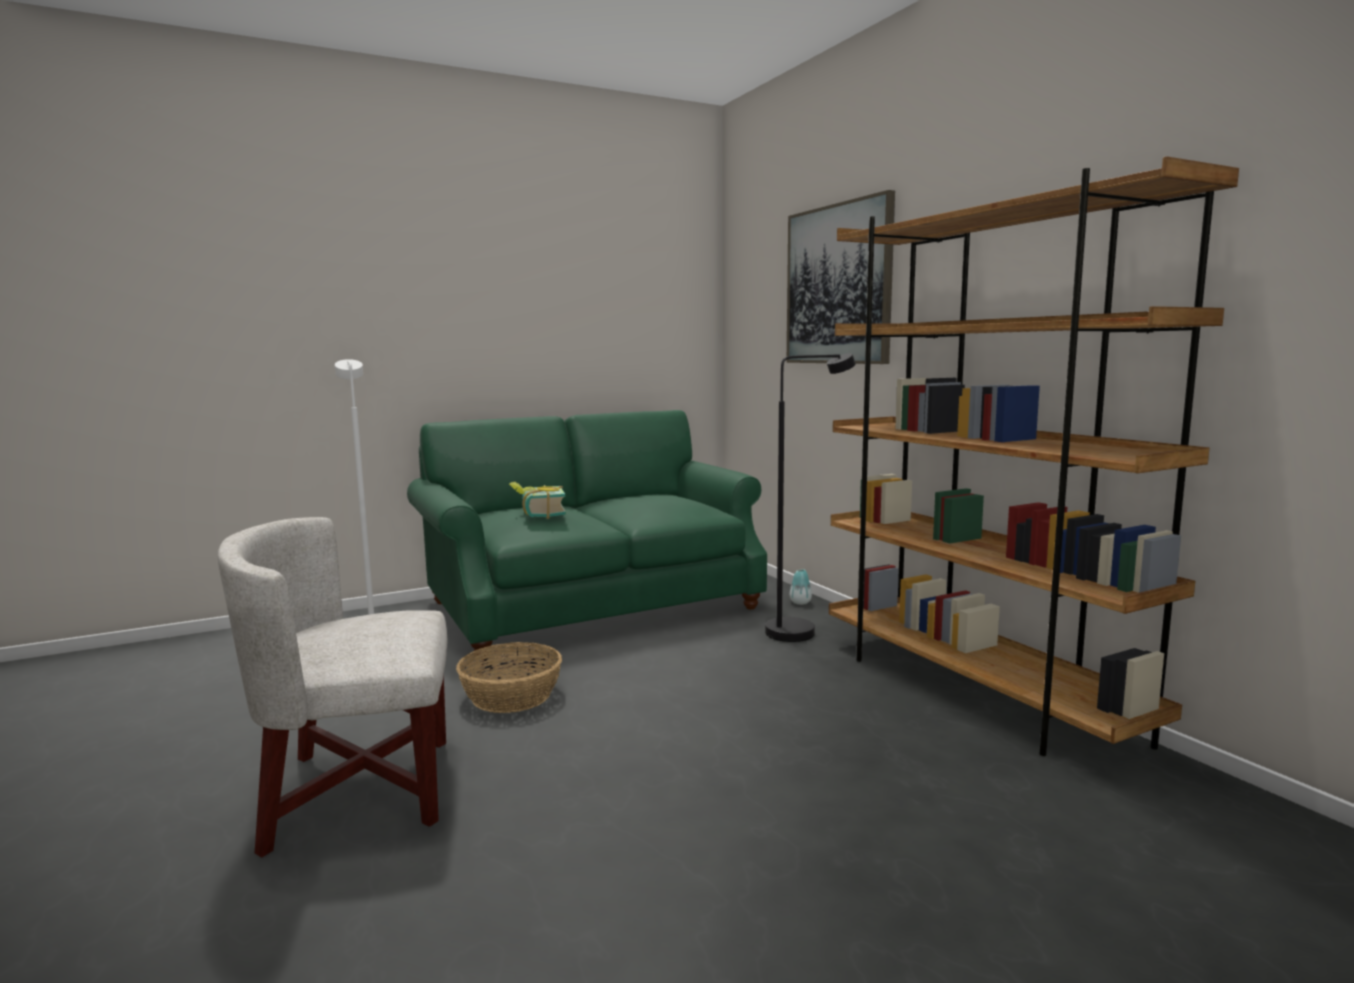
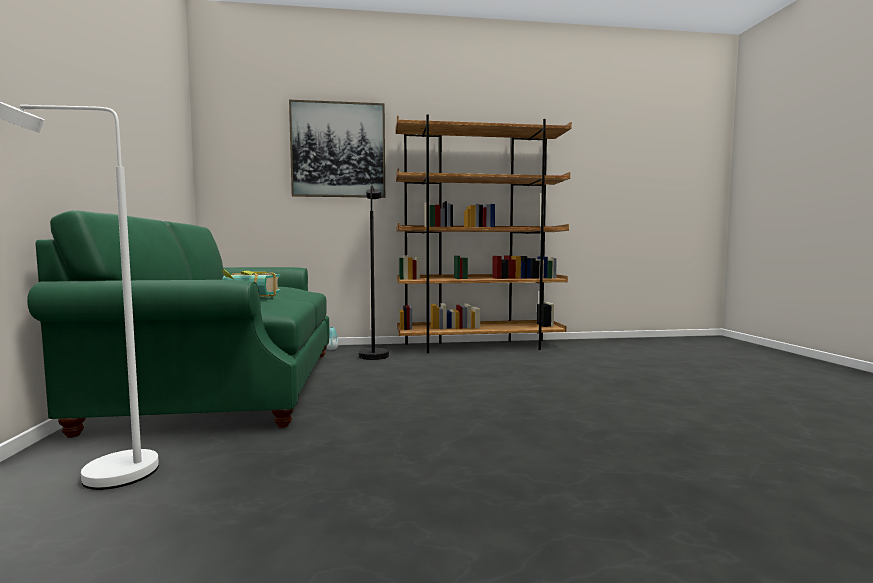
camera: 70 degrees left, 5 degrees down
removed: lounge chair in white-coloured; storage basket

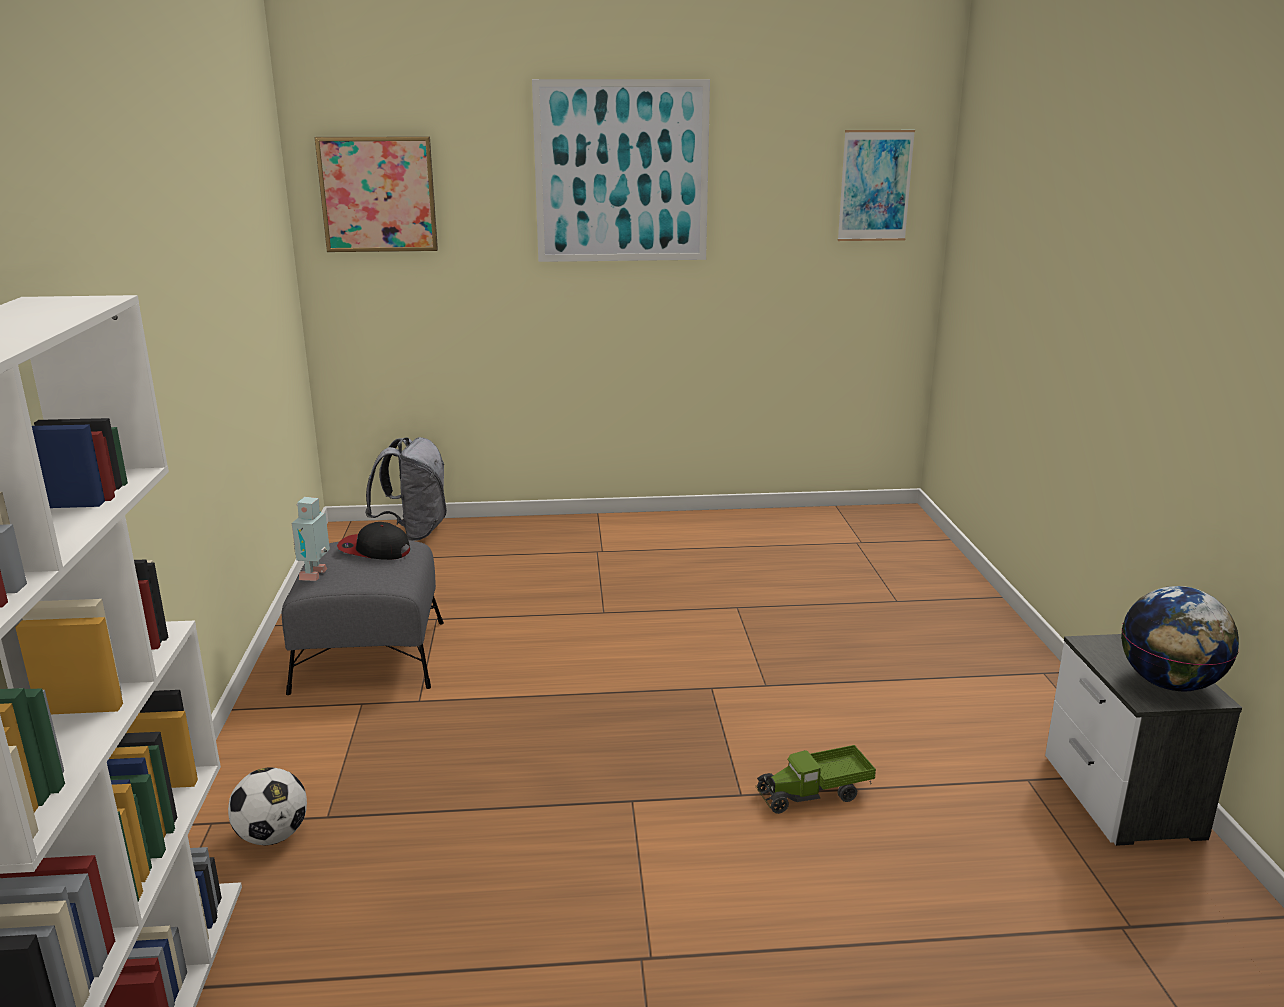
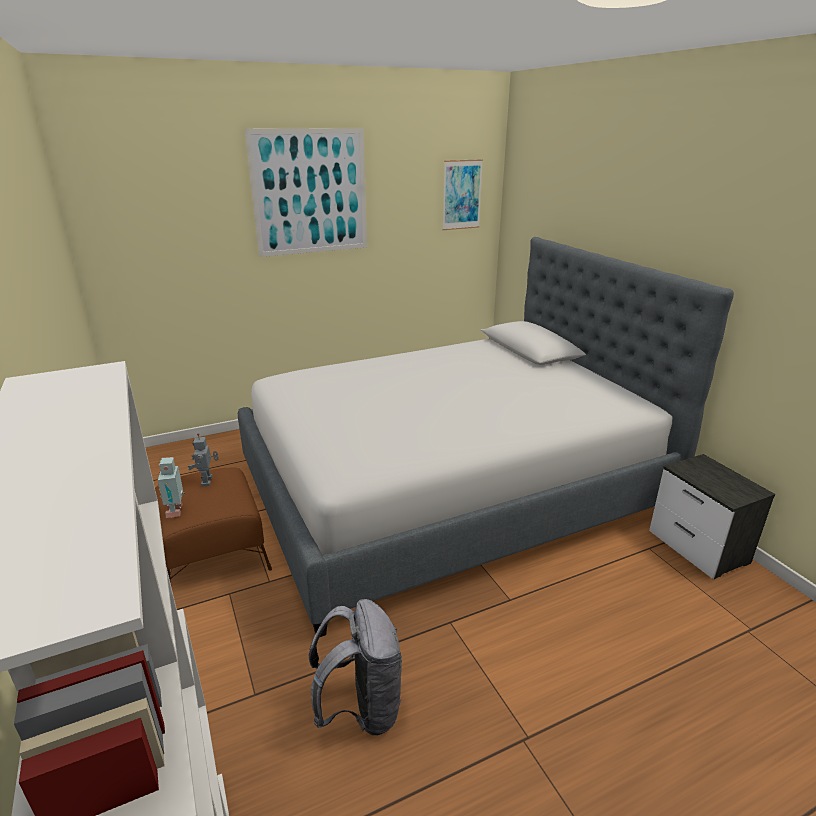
camera: 20 degrees left, 5 degrees up
removed: football ball; picture (1st from left); toy lorry; world globe
added: sleeping bed
moved: backpack in grey
replaced: baseball cap to toy robot (2nd from left)
recoloured: pouffe in grey to pouffe in brown

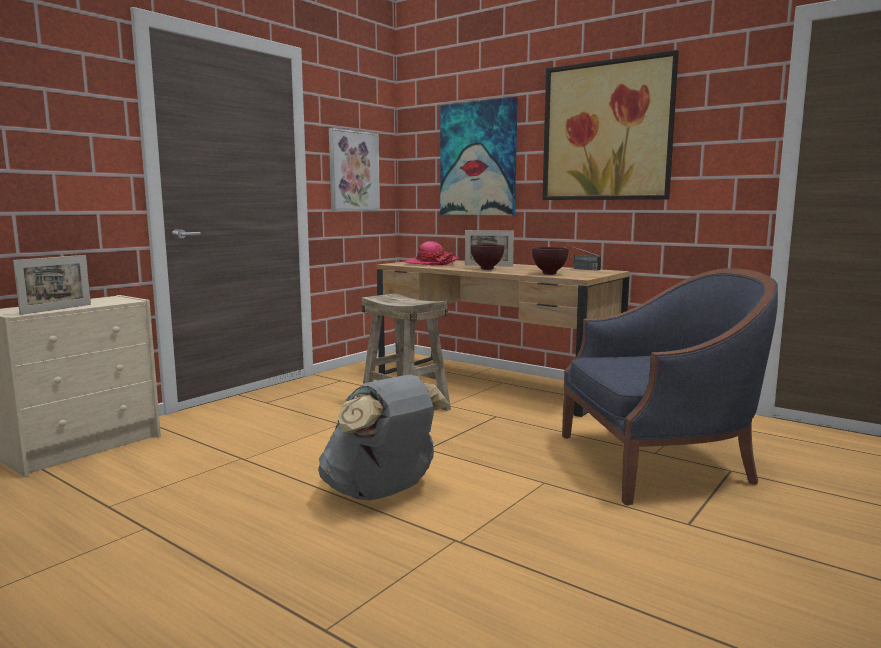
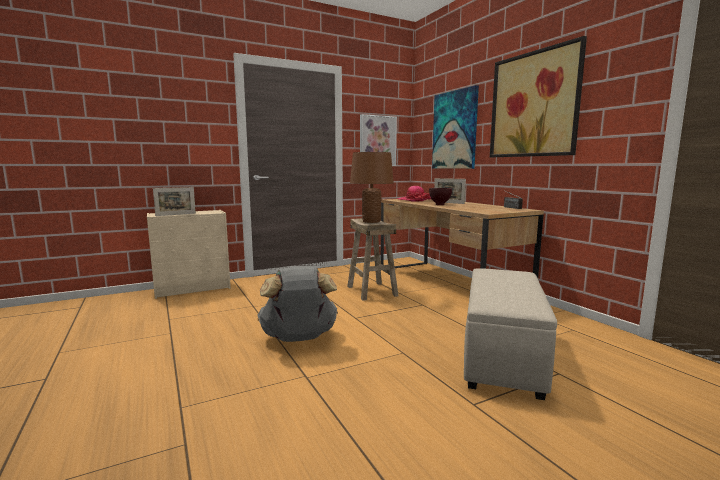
camera: 25 degrees right, 0 degrees up
removed: serving bowl in brown (2nd from left)
added: tabletop lamp in brown
replaced: lounge chair in blue to pouffe in sand-coloured

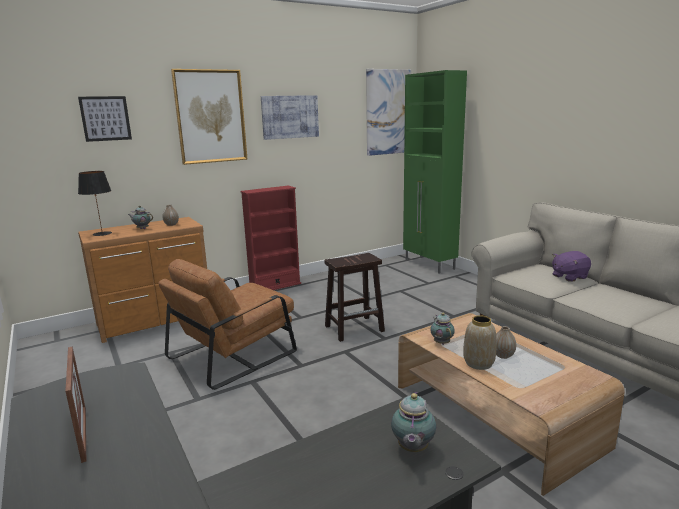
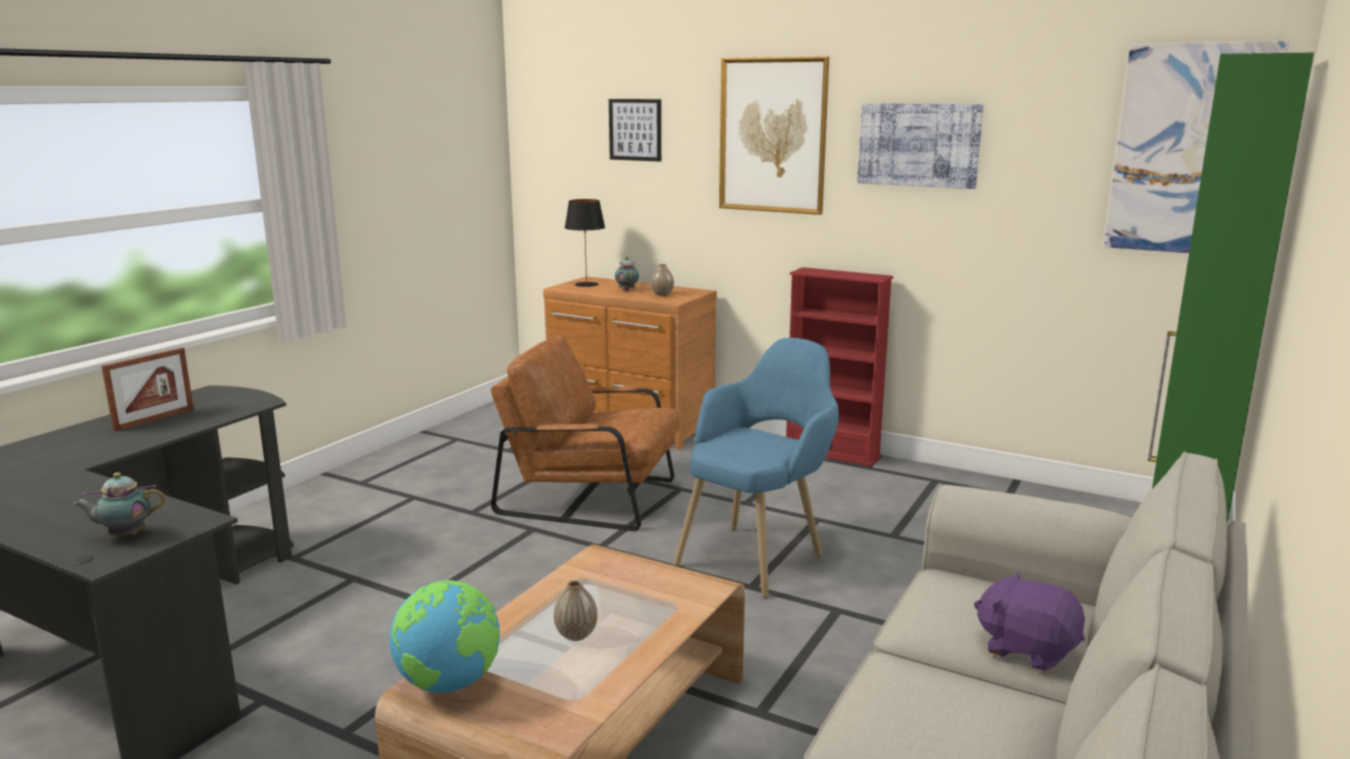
camera: 60 degrees right, 0 degrees up
removed: teapot (3rd from left); decorative vase (2nd from left)
added: world globe
replaced: sitting stool in brown to lounge chair in blue

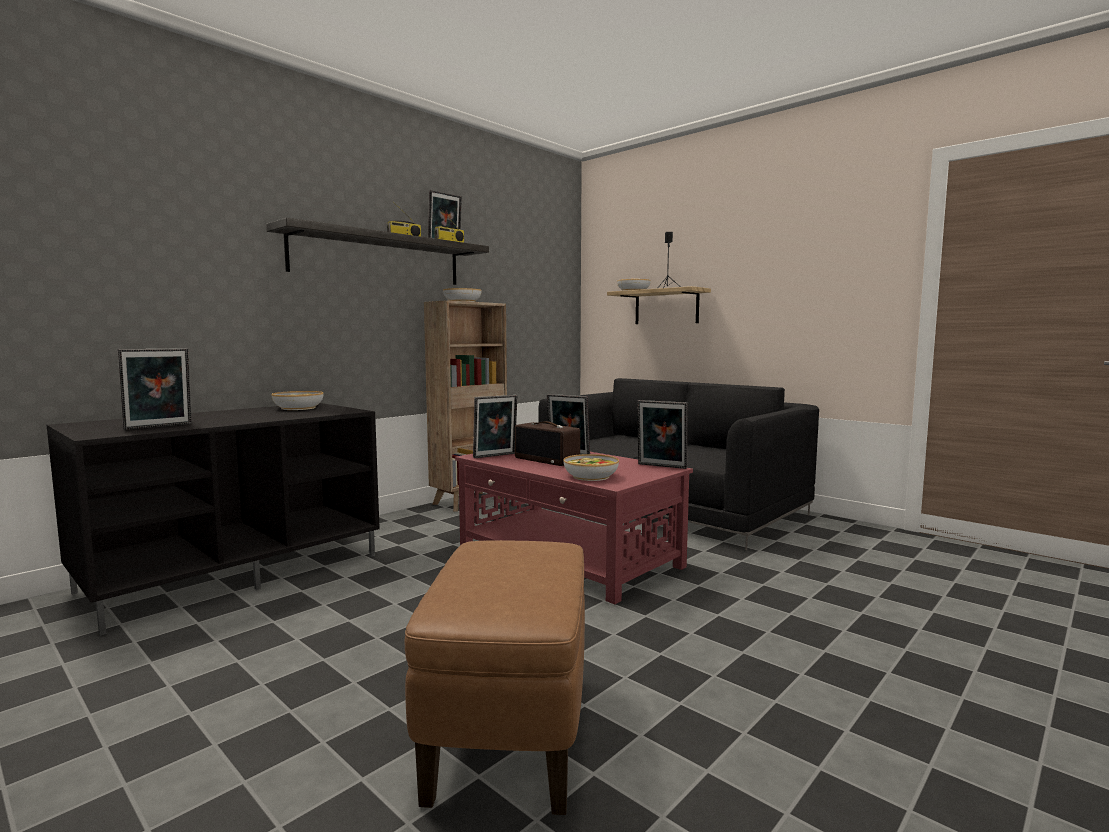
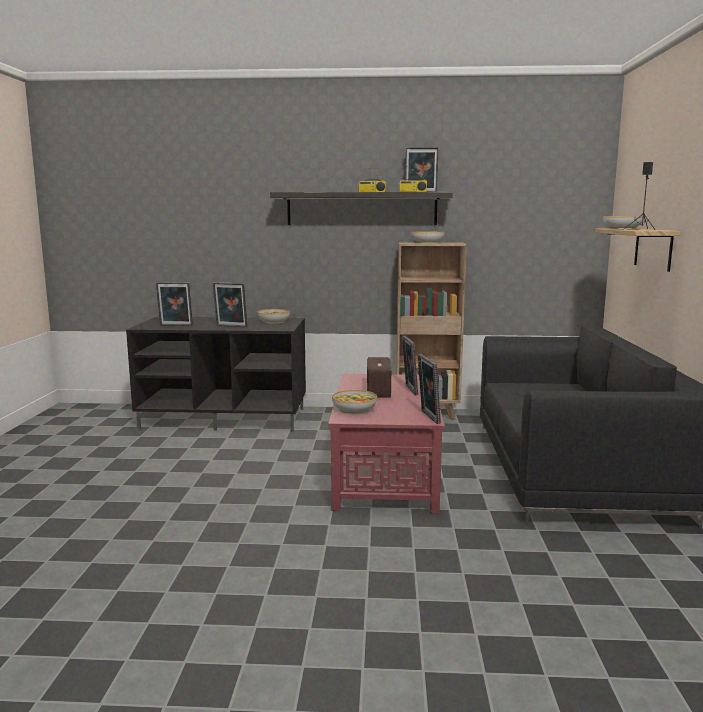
camera: 50 degrees right, 5 degrees up
removed: pouffe in brown
moved: standing frame (3rd from left in the first image) to standing frame (2nd from left)

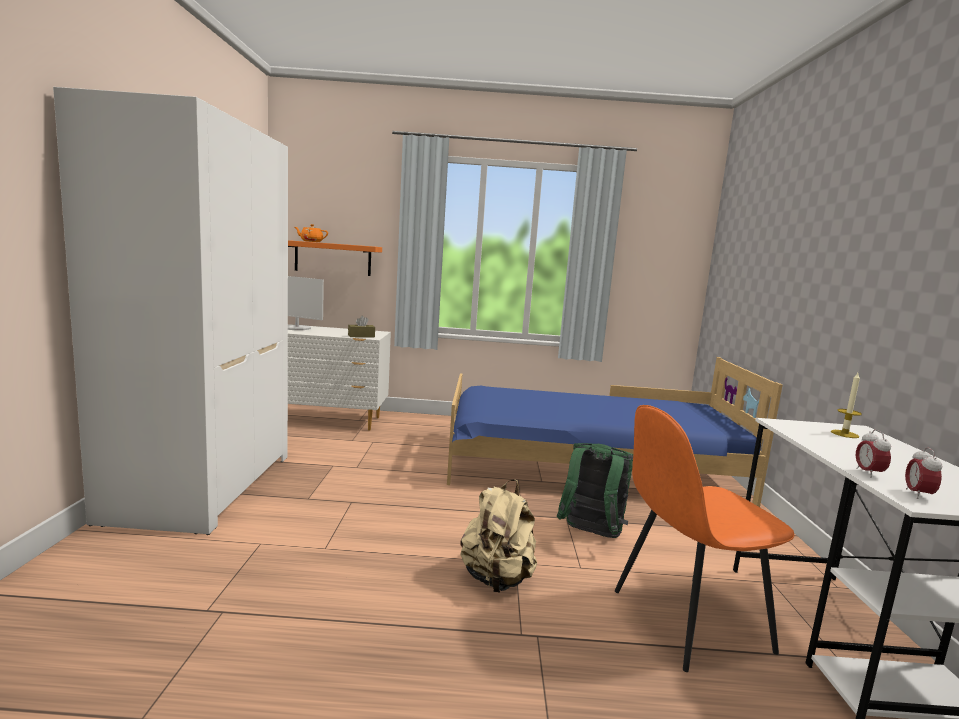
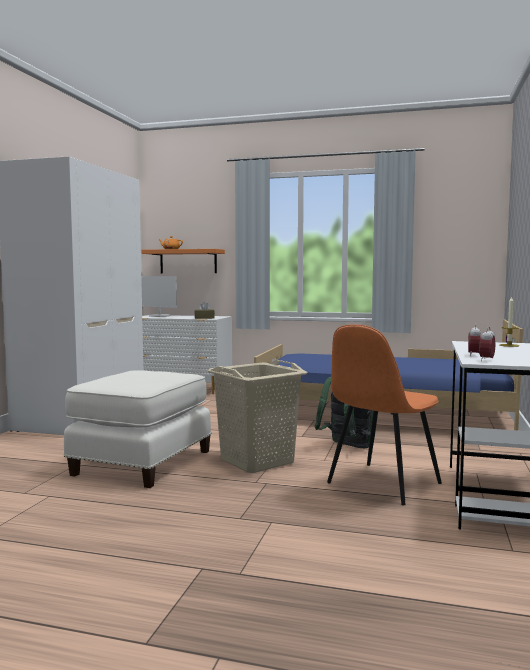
camera: 15 degrees right, 5 degrees down
added: pouffe in white-coloured
replaced: backpack in sand-coloured to hamper in sand-coloured
turned: plain chair in orange 45 degrees counterclockwise

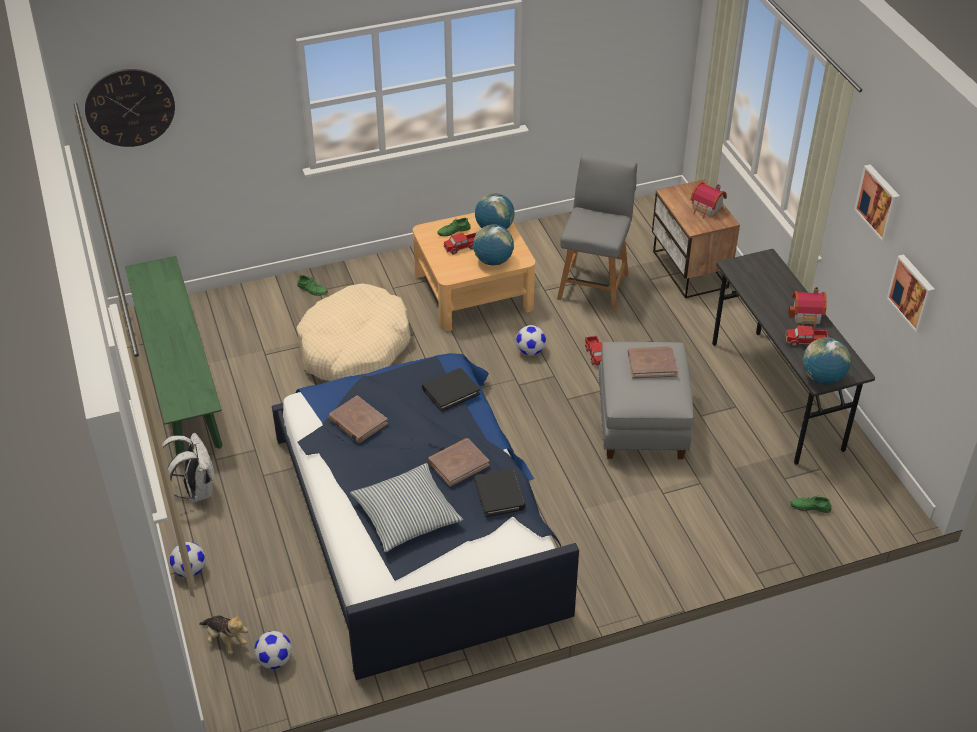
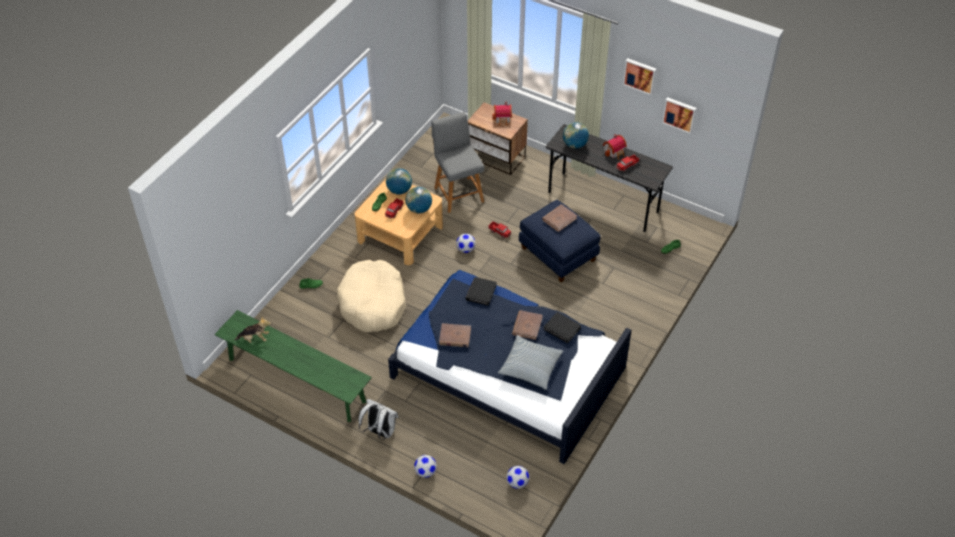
camera: 40 degrees left, 5 degrees up
removed: hanging clock
moved: soft toy; world globe (3rd from left)
recoloured: pouffe in grey to pouffe in blue

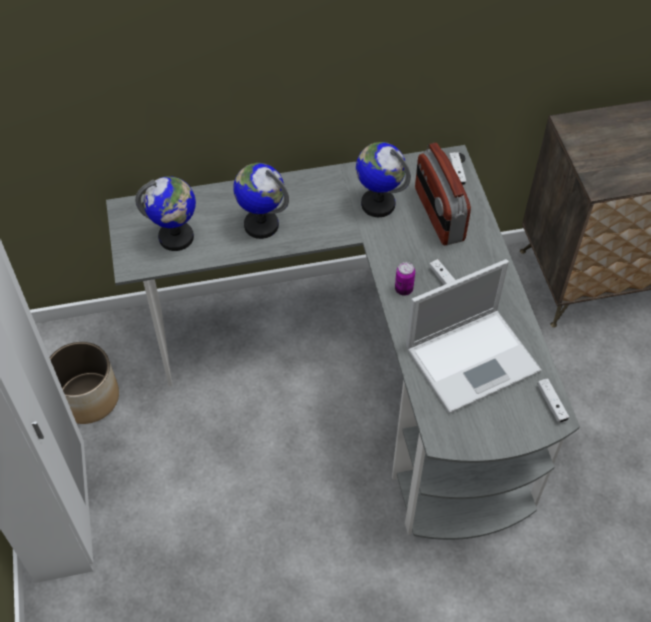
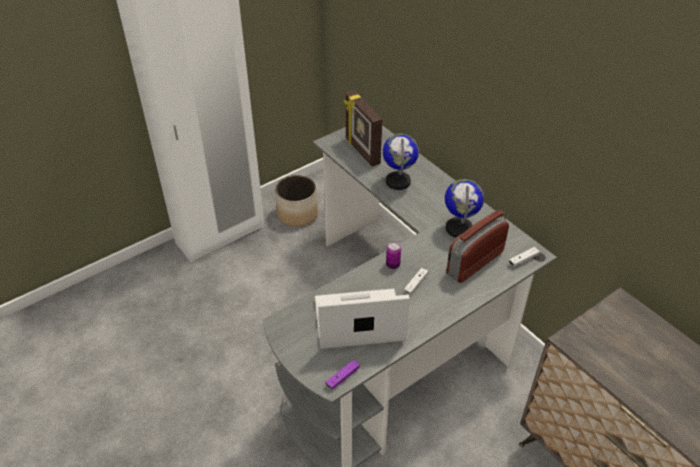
camera: 65 degrees right, 10 degrees down
replaced: world globe (1st from left) to standing frame
recoloured: game controller in white-coloured (3rd from left) to game controller in purple
turned: notebook computer 135 degrees clockwise

